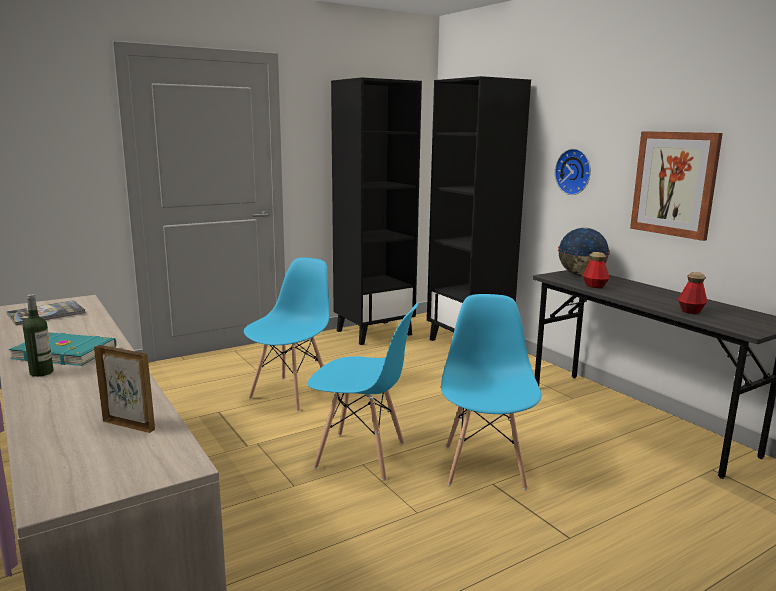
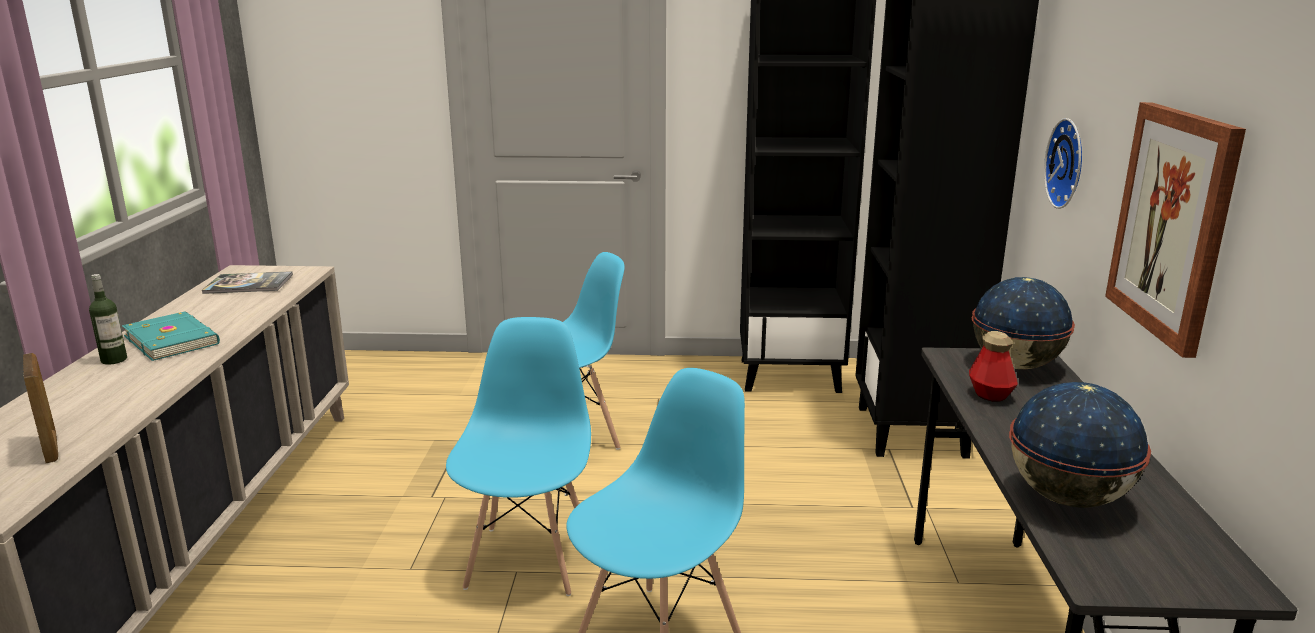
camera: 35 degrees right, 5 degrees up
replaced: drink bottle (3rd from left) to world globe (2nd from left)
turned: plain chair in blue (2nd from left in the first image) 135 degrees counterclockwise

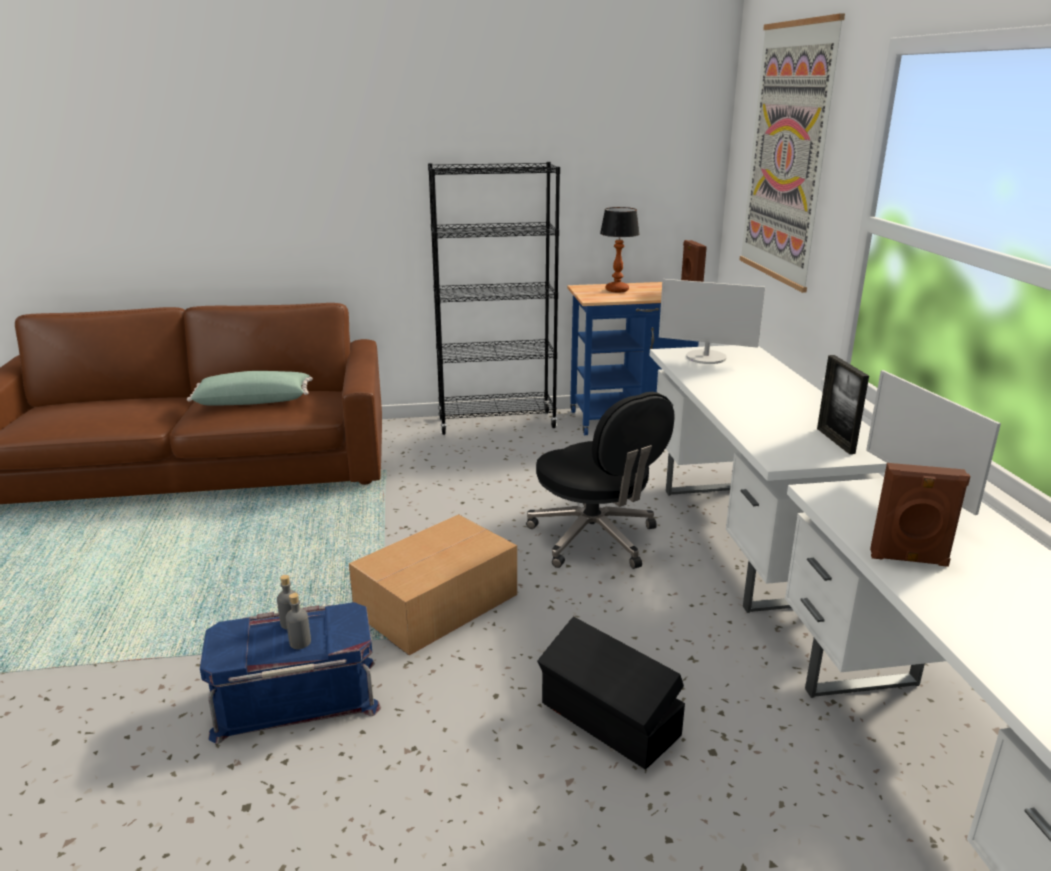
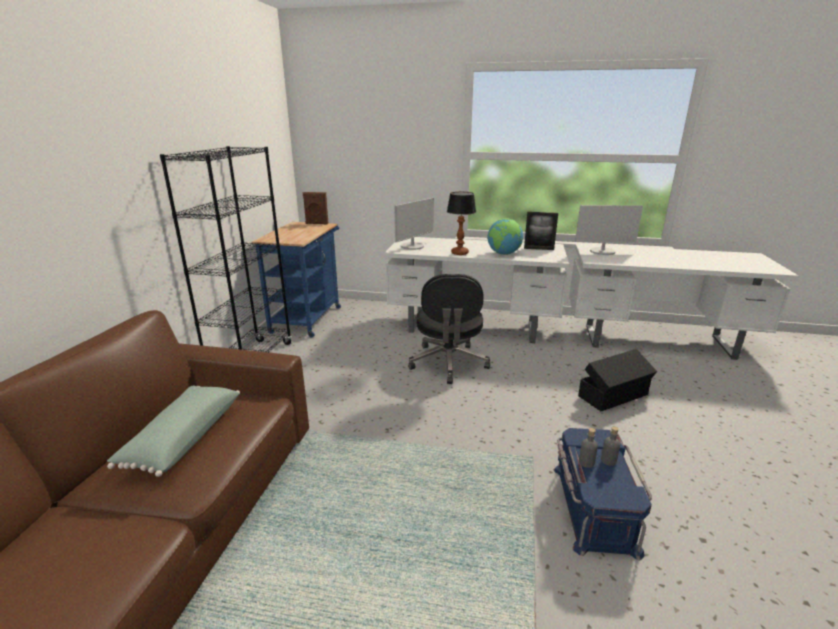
camera: 70 degrees left, 0 degrees up
removed: cardboard box; picture; audio speaker in brown (2nd from left)
added: world globe
moved: tabletop lamp
turned: office chair in black-coloured 105 degrees clockwise

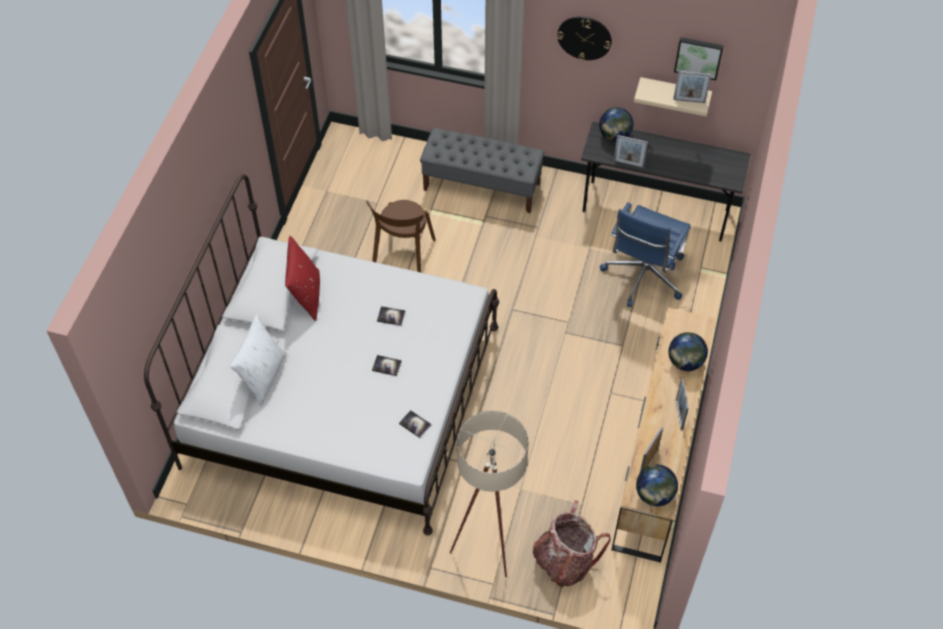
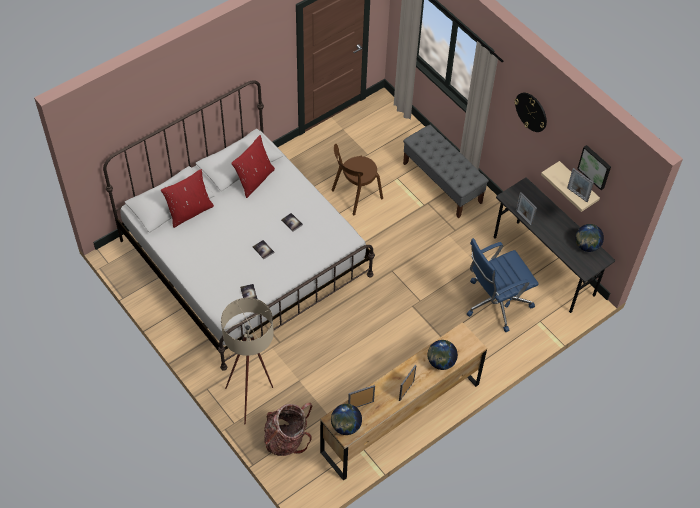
camera: 35 degrees right, 0 degrees up
moved: world globe (1st from left in the first image) to world globe (3rd from left)
recoloured: pillow in white-coloured to pillow in red (1st from left)

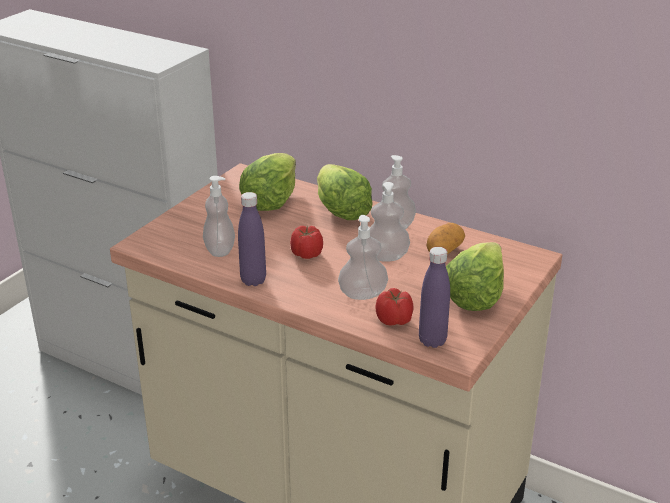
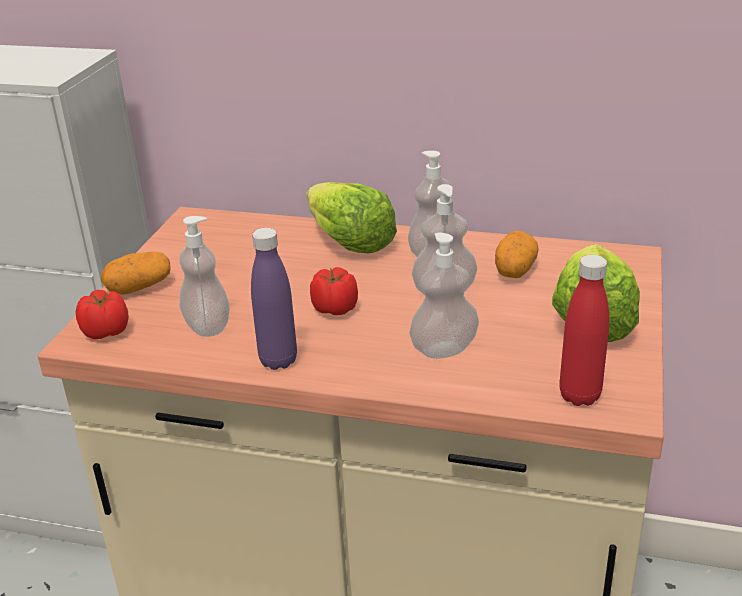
camera: 15 degrees left, 0 degrees up
removed: head of lettuce (1st from left)
added: spud (1st from left)
moved: fresh tomato (2nd from left in the first image) to fresh tomato (1st from left)
recoloured: drink bottle in purple (2nd from left) to drink bottle in red

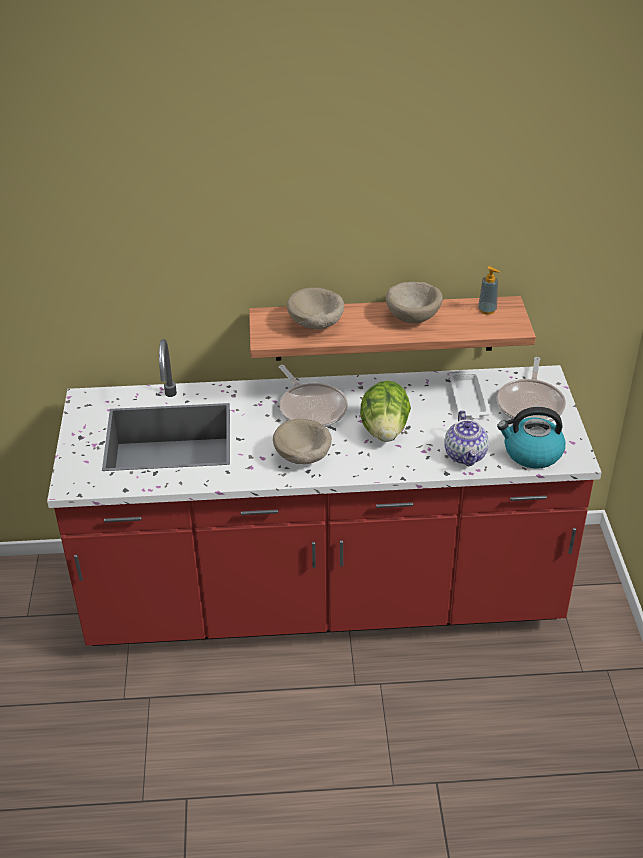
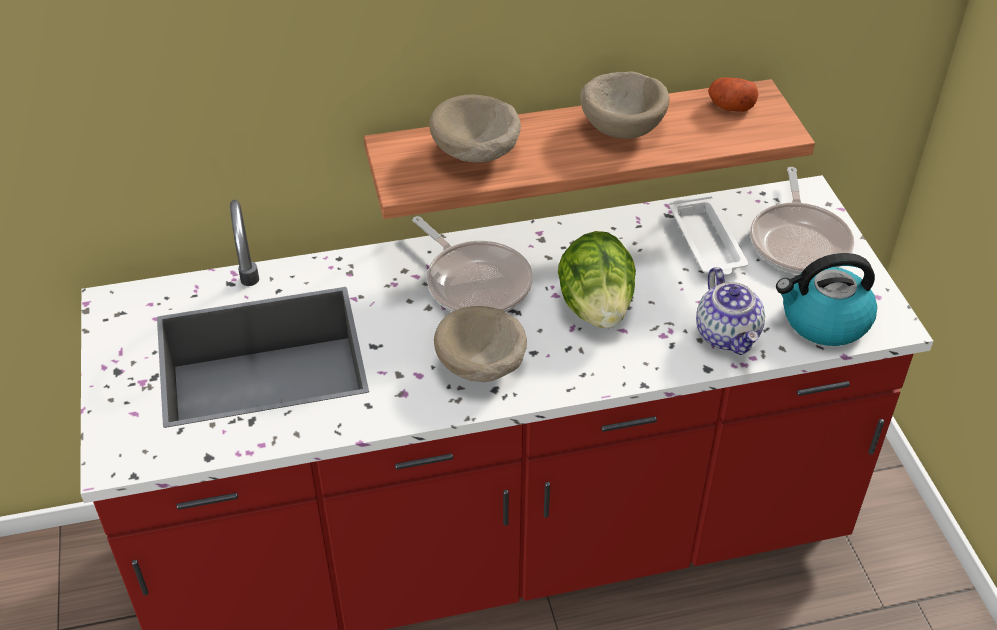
camera: 10 degrees left, 5 degrees up
replaced: soap dispenser to spud

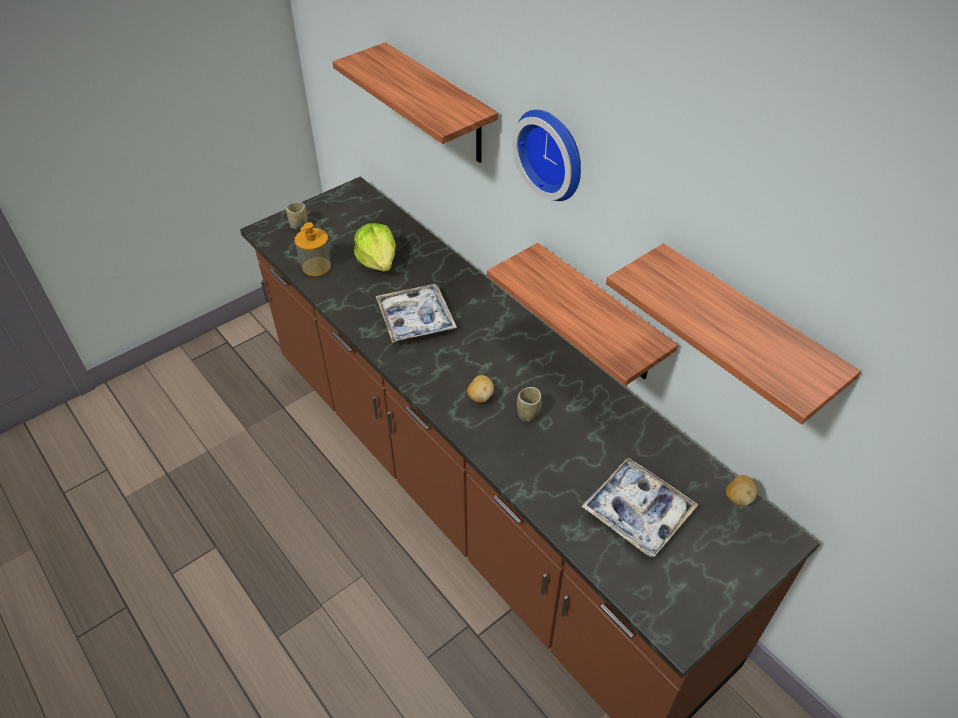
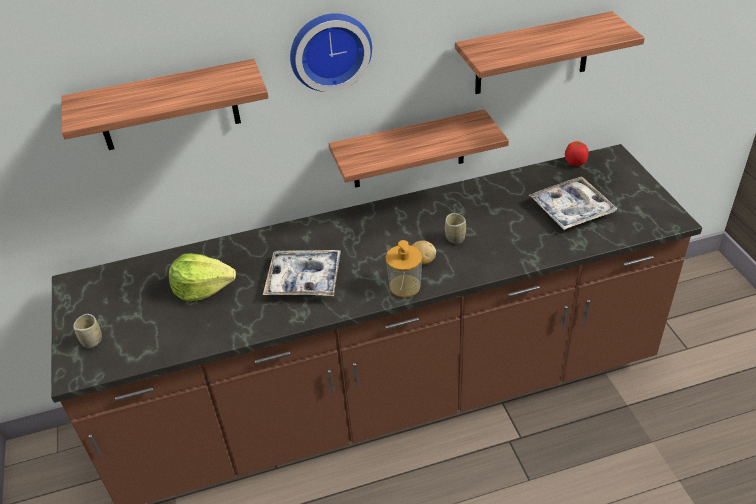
camera: 65 degrees left, 5 degrees down
moved: soap dispenser
replaced: spud (2nd from left) to fresh tomato

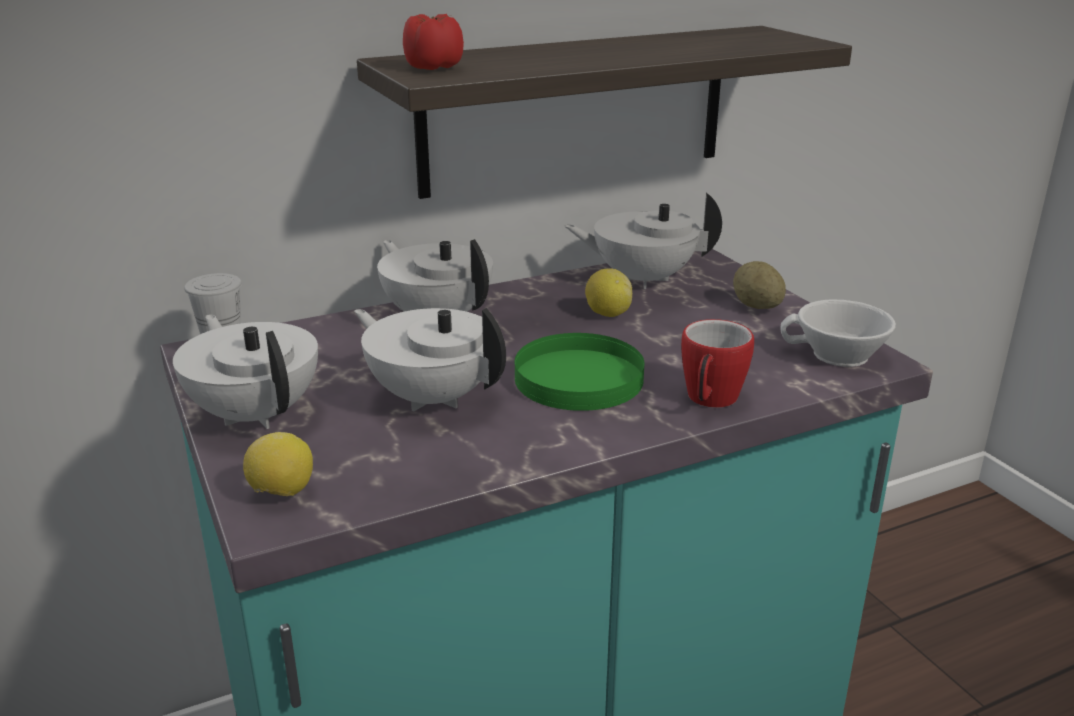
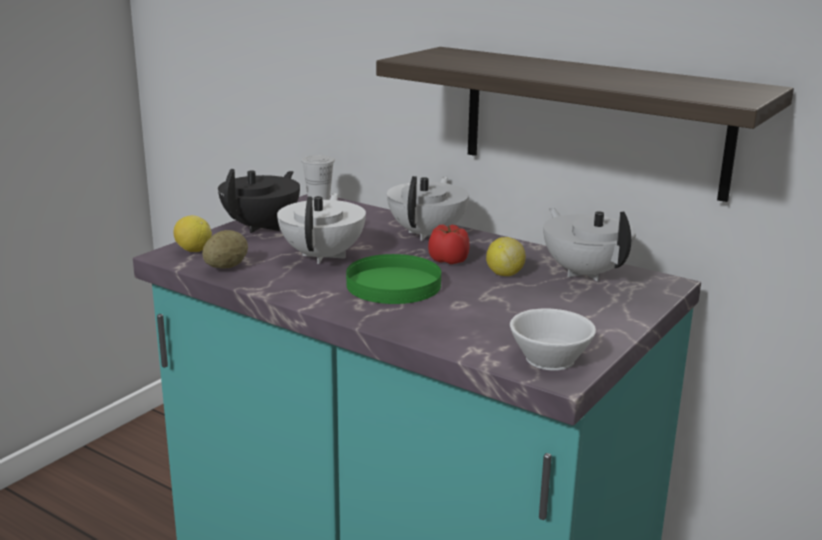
camera: 60 degrees right, 5 degrees down
removed: tea mug
moved: spud; fresh tomato
recoloured: teapot in white-coloured (1st from left) to teapot in black-coloured

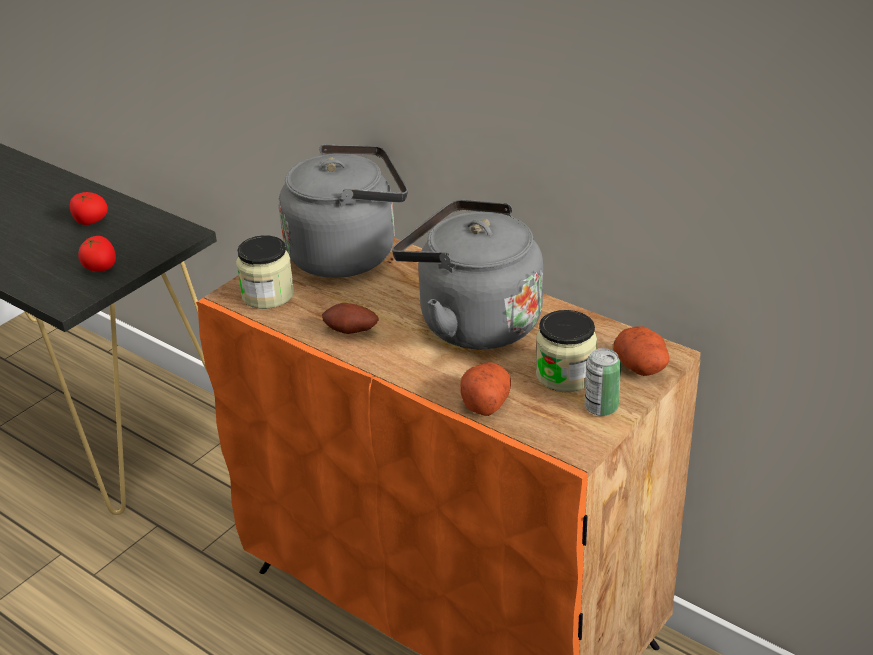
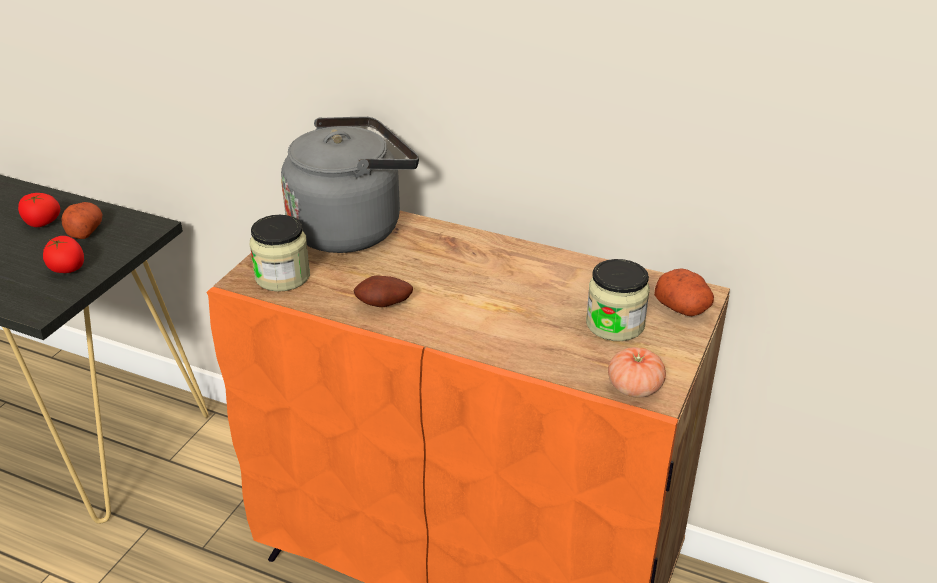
camera: 15 degrees left, 0 degrees up
removed: kettle in grey (2nd from left); sealed can
added: fresh tomato (3rd from left)
moved: spud (2nd from left in the first image) to spud (1st from left)

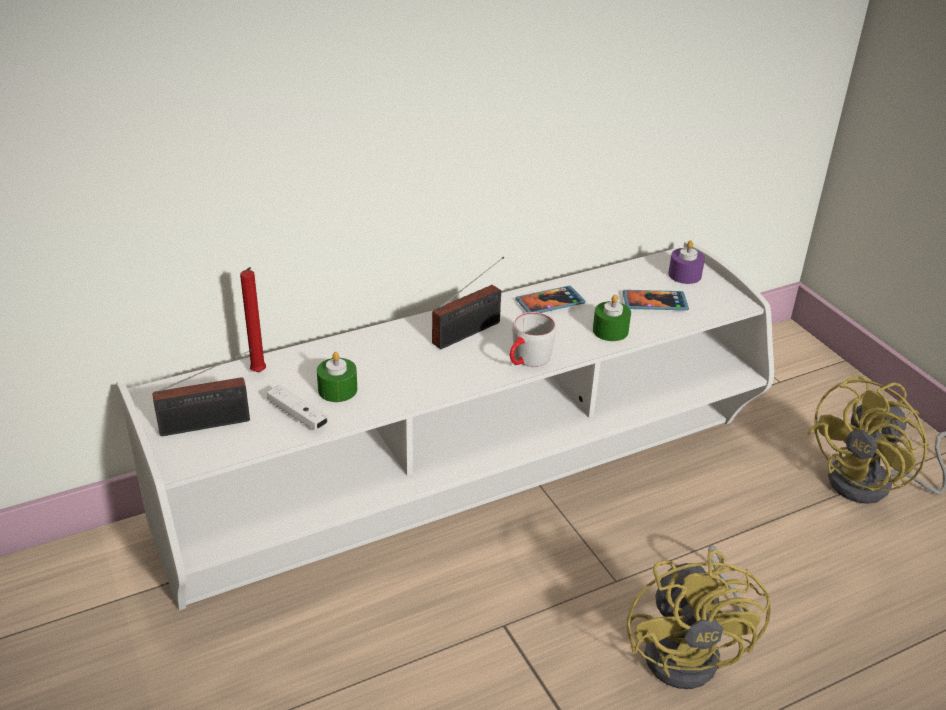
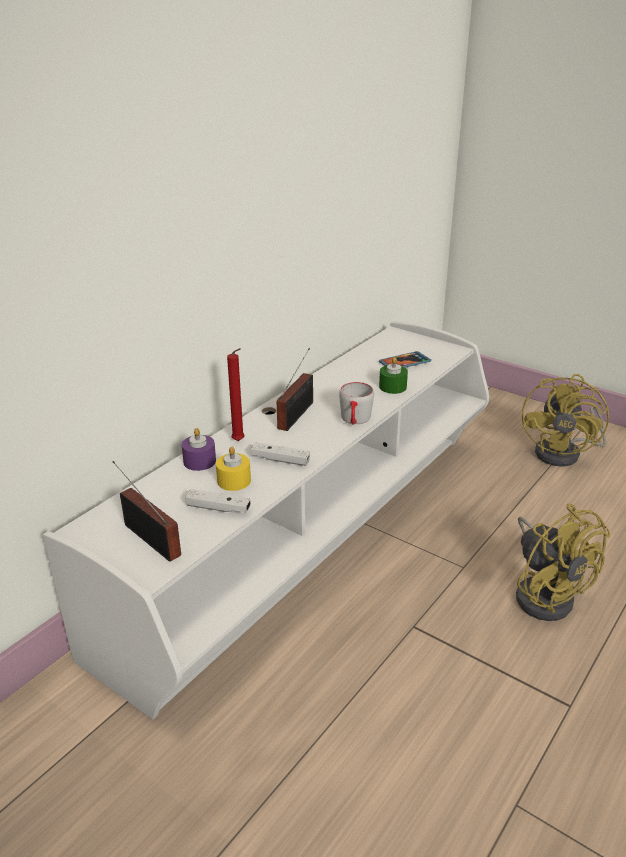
camera: 25 degrees left, 5 degrees down
removed: phone (1st from left)
added: game controller in white-coloured (2nd from left)
moved: wax light in purple; wax light in red
recoloured: wax light in green-coloured (1st from left) to wax light in yellowish
turned: radio receiver (1st from left) 90 degrees counterclockwise

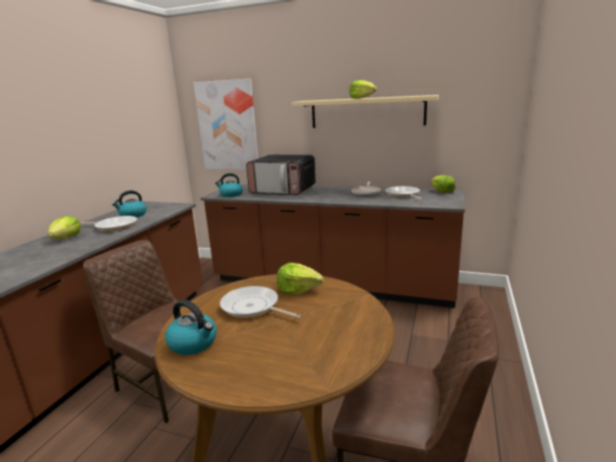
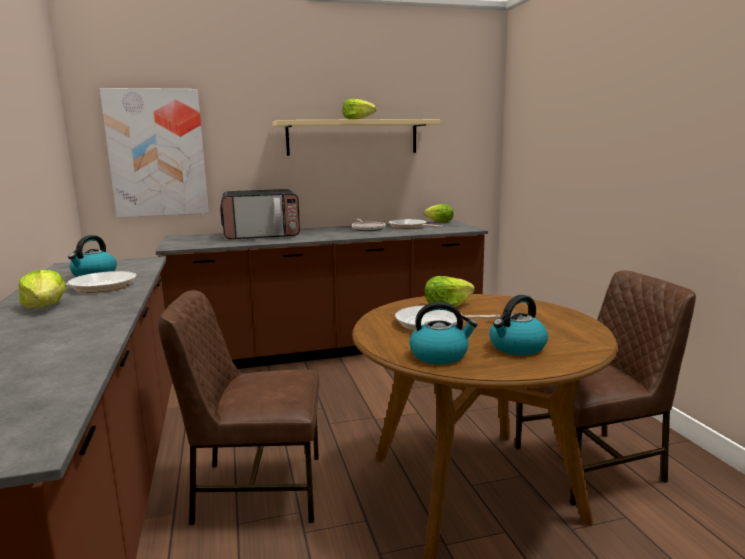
camera: 35 degrees left, 5 degrees down
moved: kettle (3rd from left)

